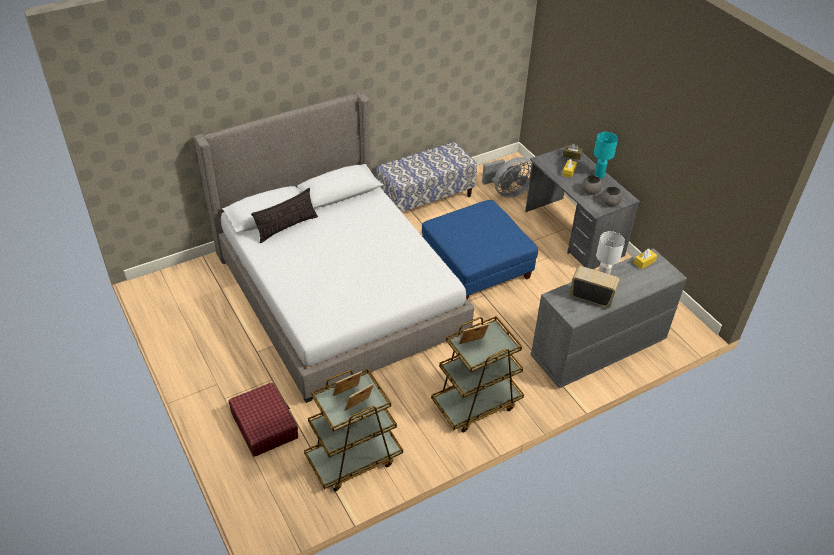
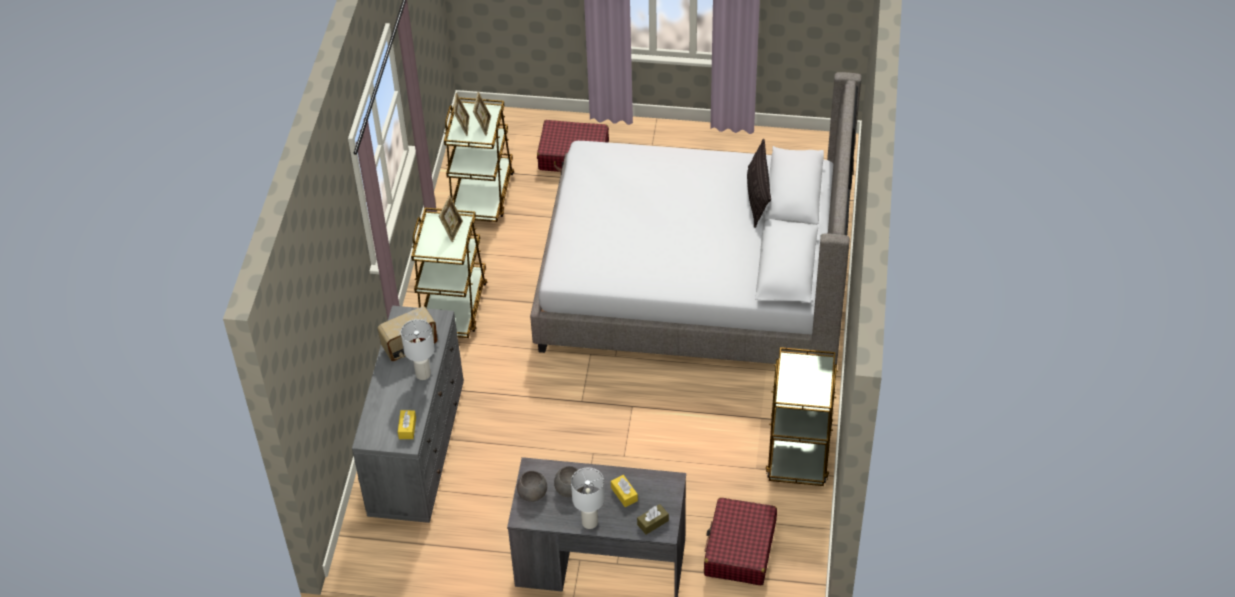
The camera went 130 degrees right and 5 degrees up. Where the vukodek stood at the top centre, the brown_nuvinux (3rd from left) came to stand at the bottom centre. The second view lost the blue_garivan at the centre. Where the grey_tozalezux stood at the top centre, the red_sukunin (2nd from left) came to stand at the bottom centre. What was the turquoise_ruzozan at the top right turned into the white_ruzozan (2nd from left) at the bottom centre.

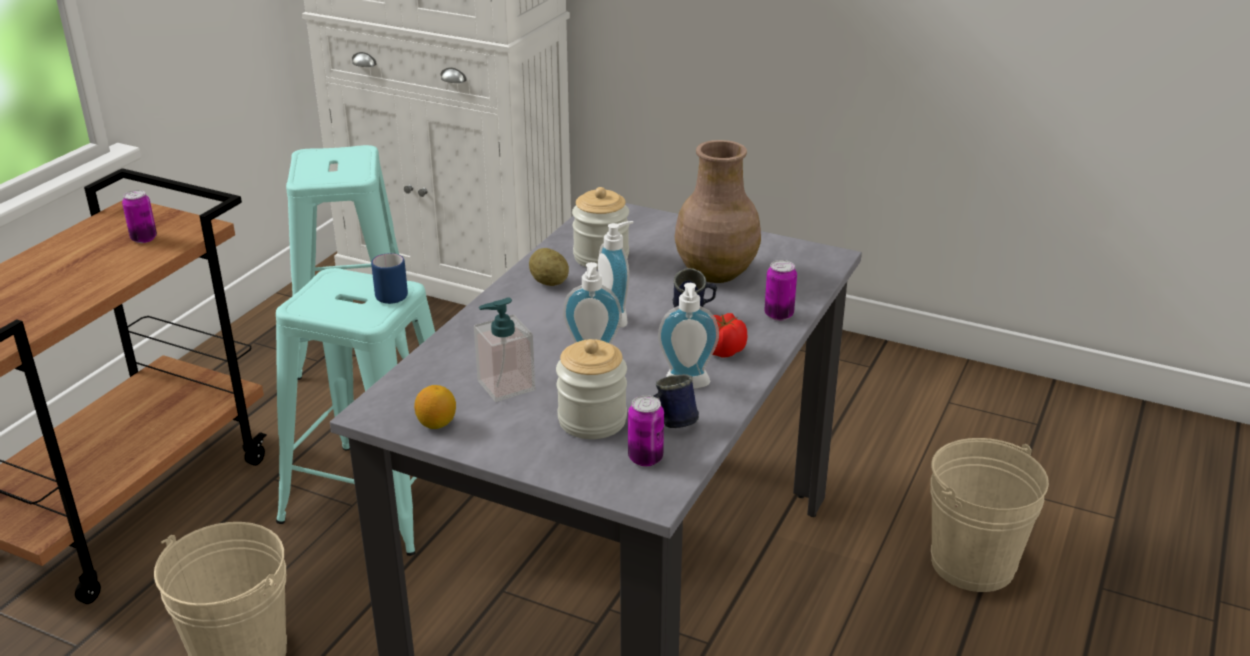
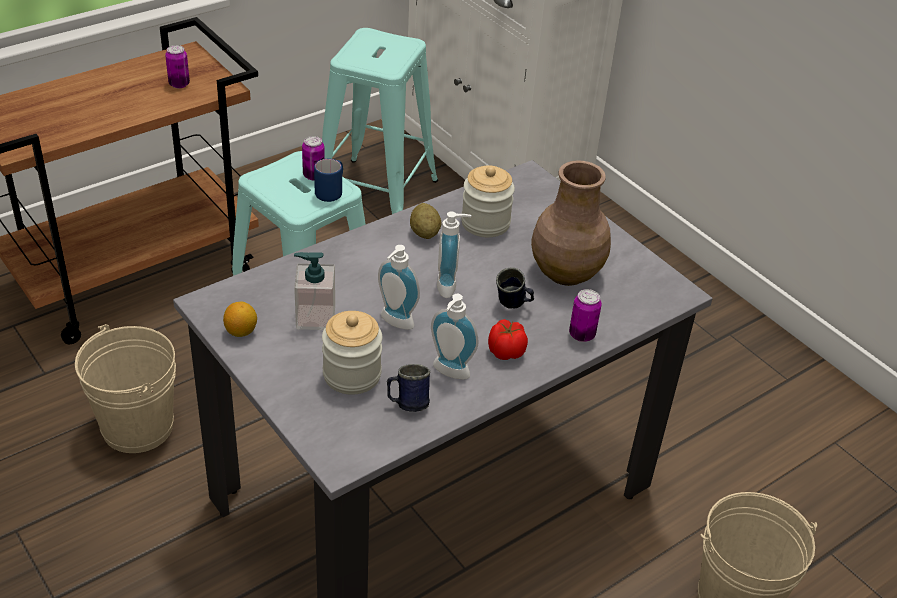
The camera went 25 degrees right and 10 degrees up. The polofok (2nd from left) ended up elsewhere, having gone from the centre to the top centre.

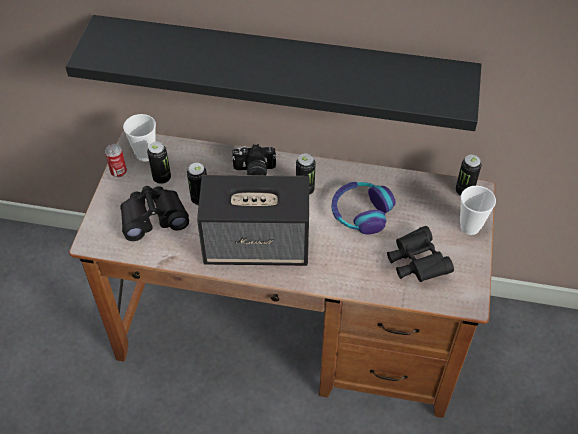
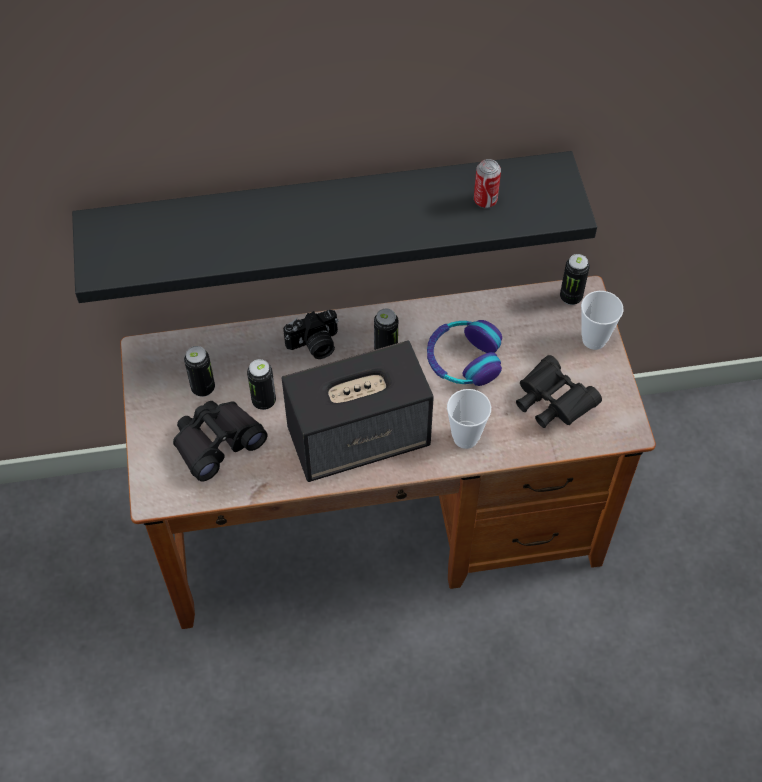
The camera went 20 degrees left and 5 degrees up. The polofok (1st from left in the first image) ended up elsewhere, having gone from the middle left to the top centre. The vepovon (1st from left) ended up elsewhere, having gone from the top left to the centre.

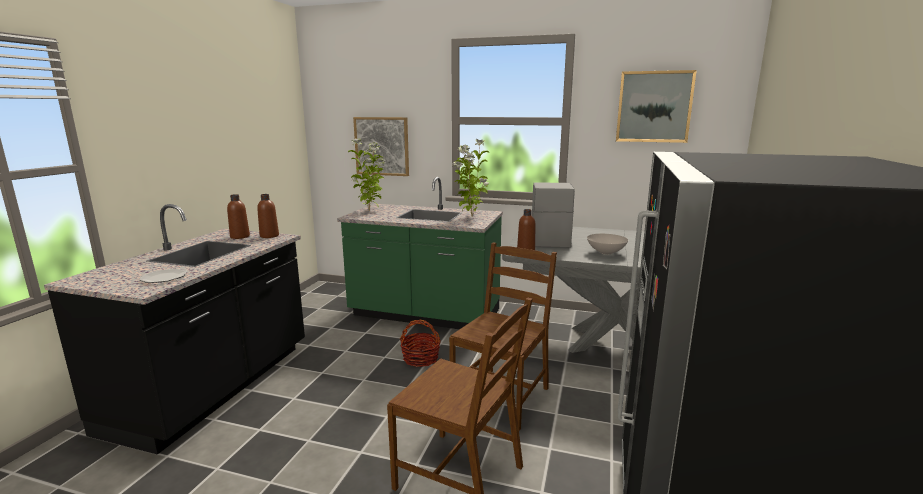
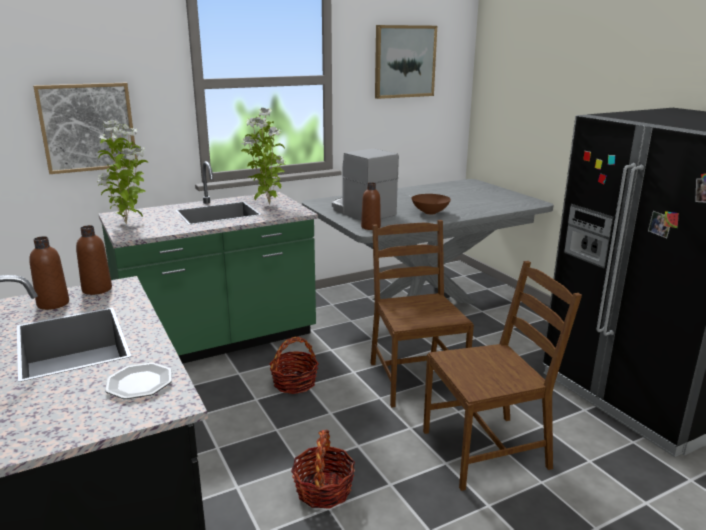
The camera went 45 degrees left and 5 degrees up. What was the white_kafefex at the centre turned into the brown_kafefex at the centre. The second view gained the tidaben (2nd from left) at the bottom centre.

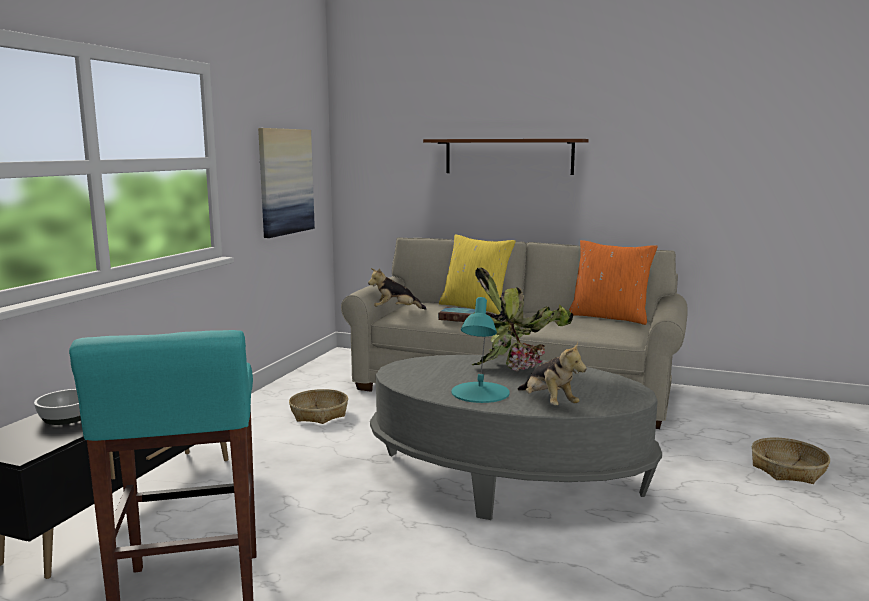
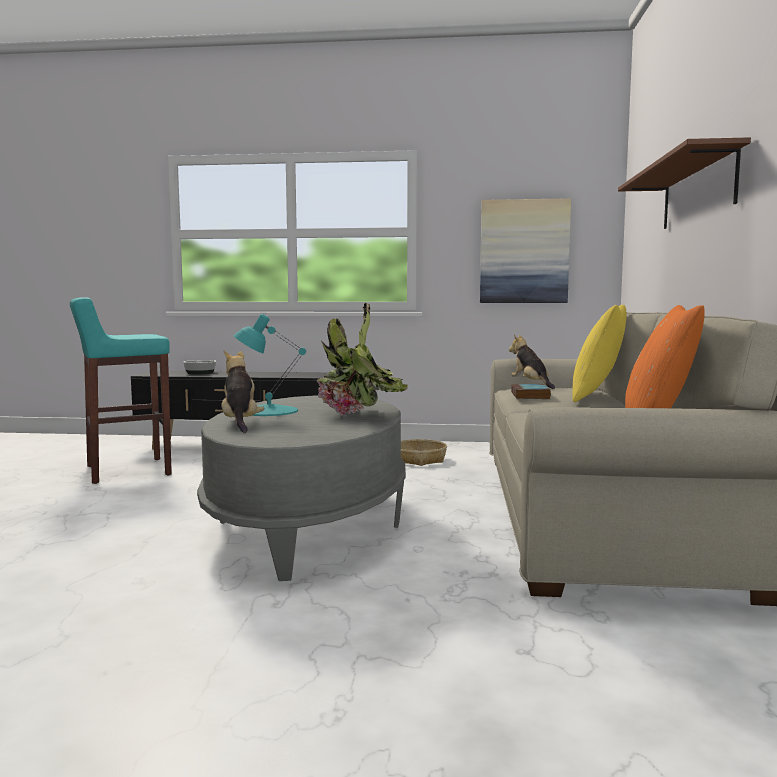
The camera went 75 degrees right and 5 degrees down. The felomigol (2nd from left in the first image) at the centre ended up facing another way, 120 degrees clockwise from before. The second view lost the tidaben (2nd from left) at the bottom right.

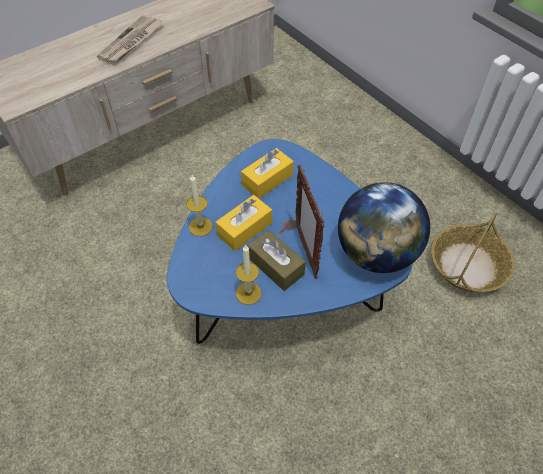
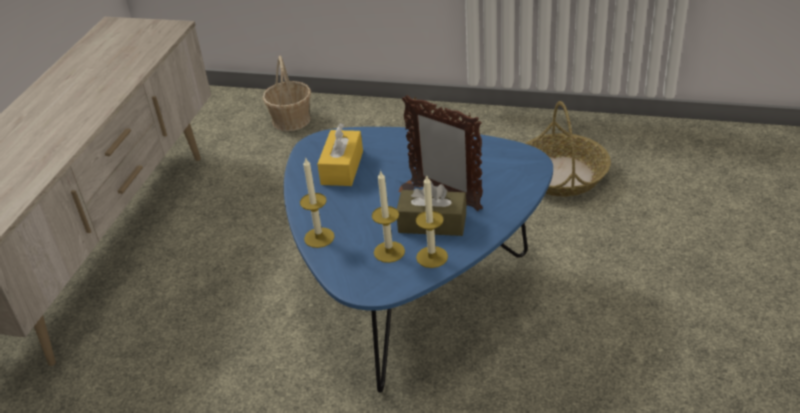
The camera went 35 degrees left and 15 degrees down. The second view lost the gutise at the top left. The second view lost the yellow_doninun (1st from left) at the centre. The second view lost the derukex at the middle right. The second view gained the tidaben (1st from left) at the top centre. The second view gained the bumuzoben (2nd from left) at the centre.

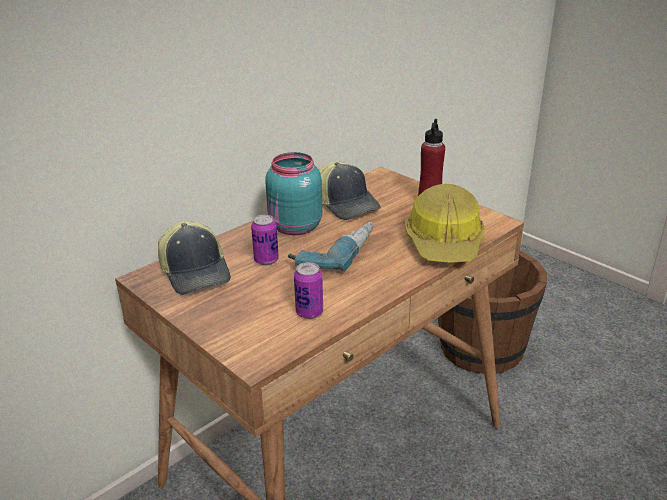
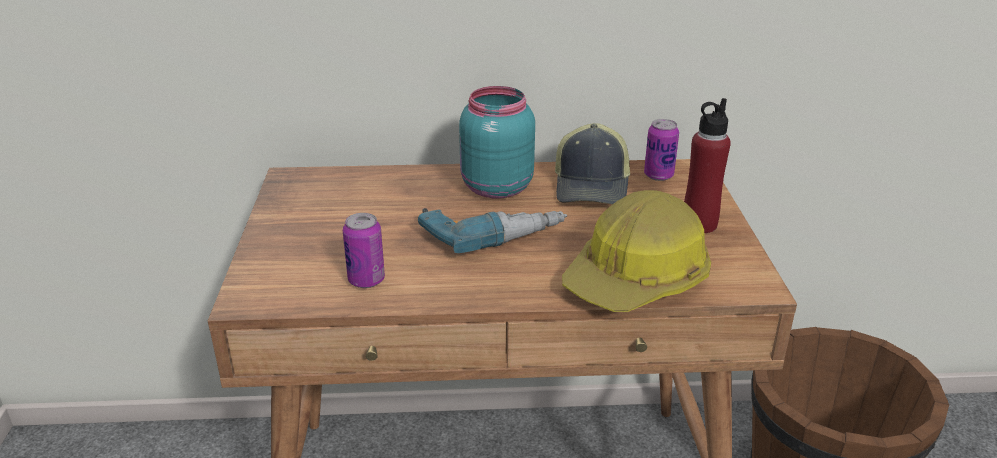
The camera went 40 degrees right and 0 degrees up. The second view lost the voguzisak (1st from left) at the middle left. The polofok (1st from left in the first image) ended up elsewhere, having gone from the centre to the top centre.

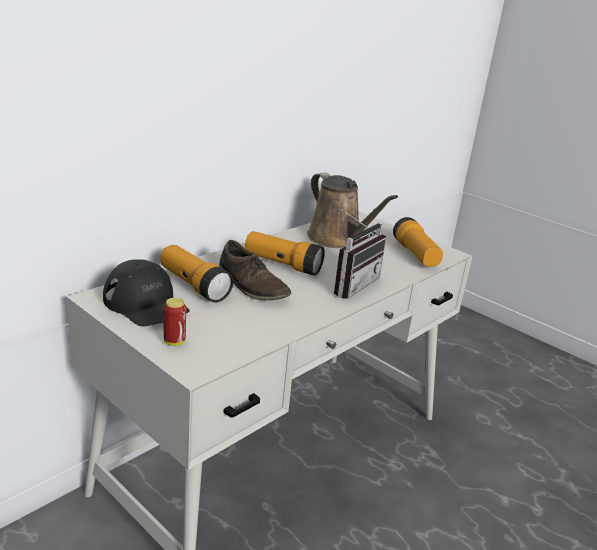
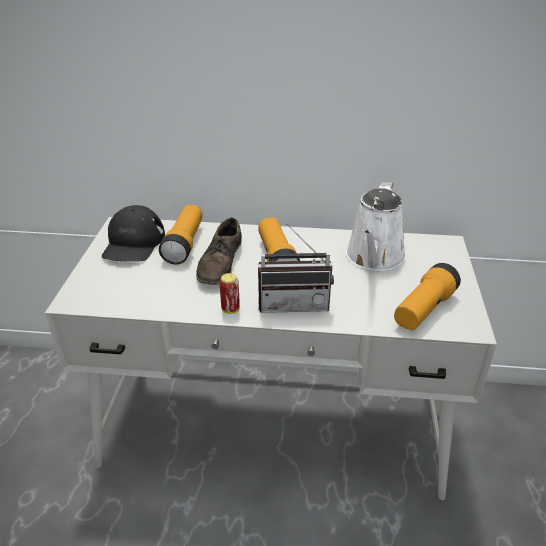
The camera went 55 degrees right and 10 degrees up. The polofok ended up elsewhere, having gone from the middle left to the centre. What was the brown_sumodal at the centre turned into the white_sumodal at the middle right.

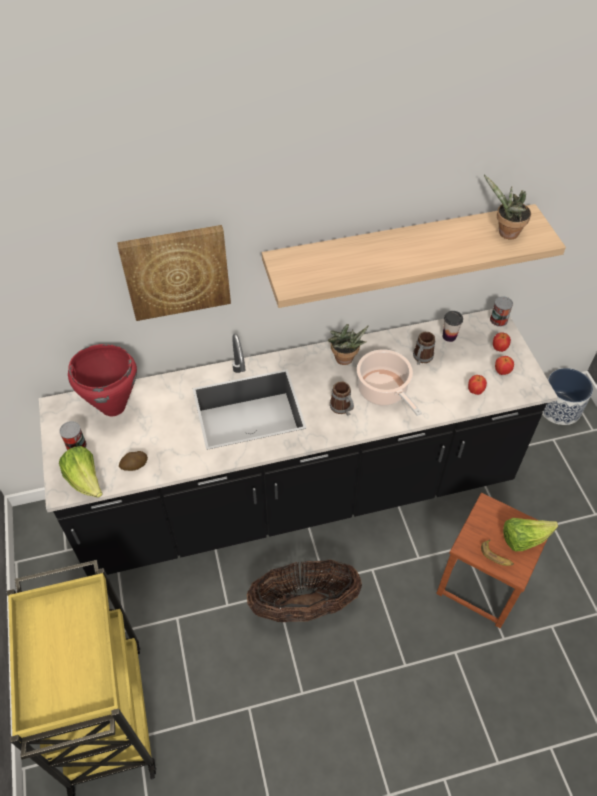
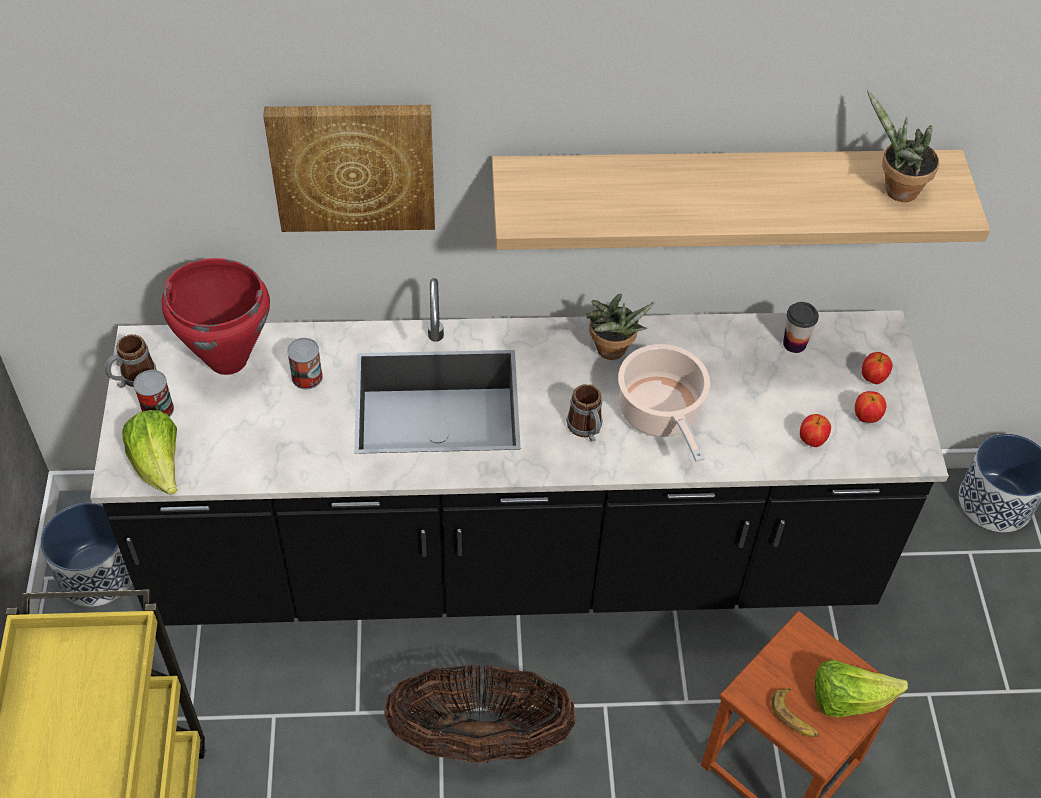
The camera went 10 degrees right and 0 degrees up. The second view lost the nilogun at the middle left. The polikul (2nd from left in the first image) ended up elsewhere, having gone from the middle right to the middle left. The polofok (2nd from left) ended up elsewhere, having gone from the middle right to the middle left. The second view gained the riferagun (1st from left) at the bottom left.

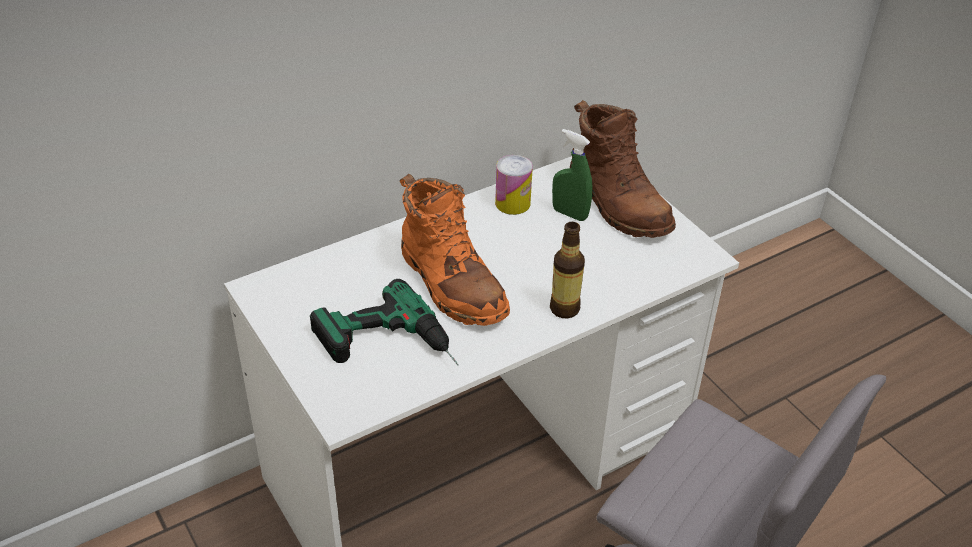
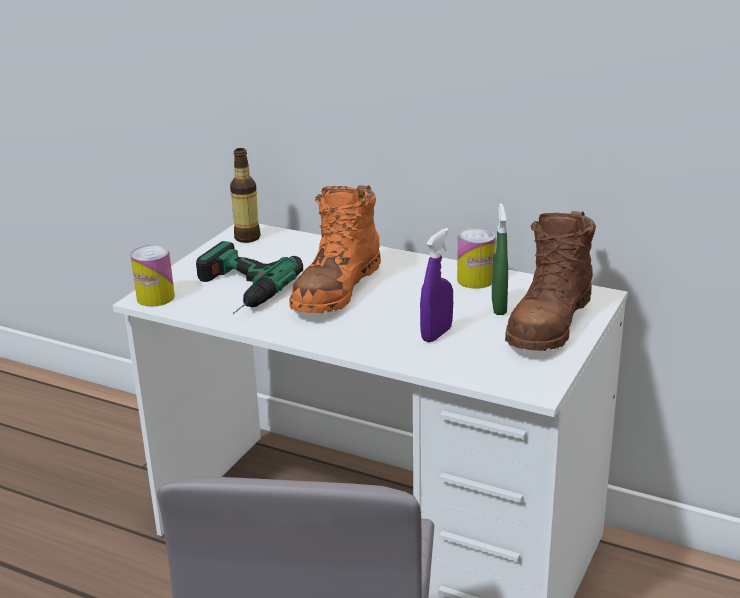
The camera went 60 degrees right and 15 degrees down. The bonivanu ended up elsewhere, having gone from the centre to the top left. The second view gained the polofok (1st from left) at the middle left. The second view gained the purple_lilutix at the centre.

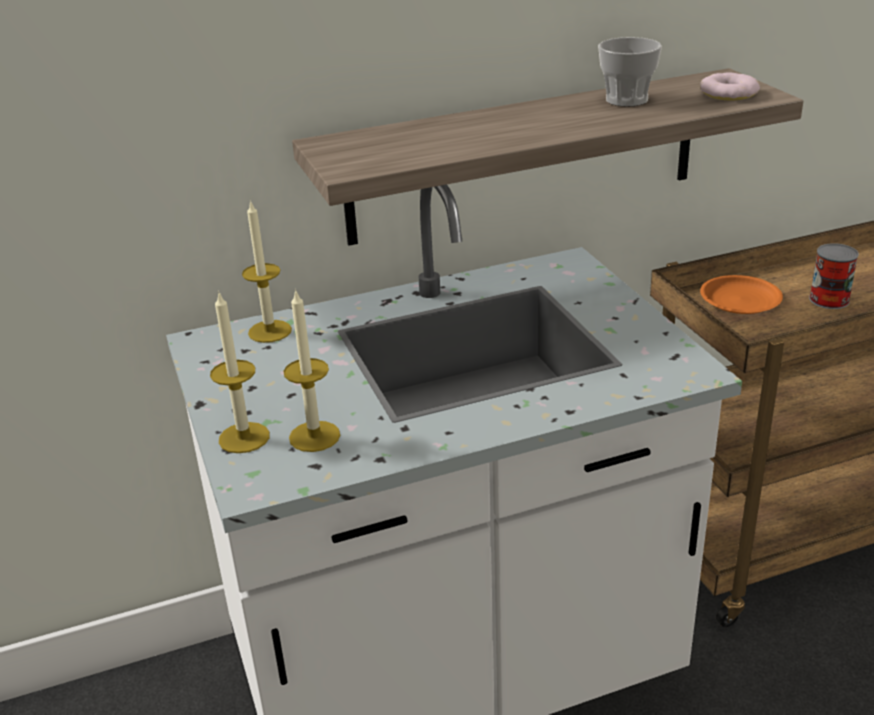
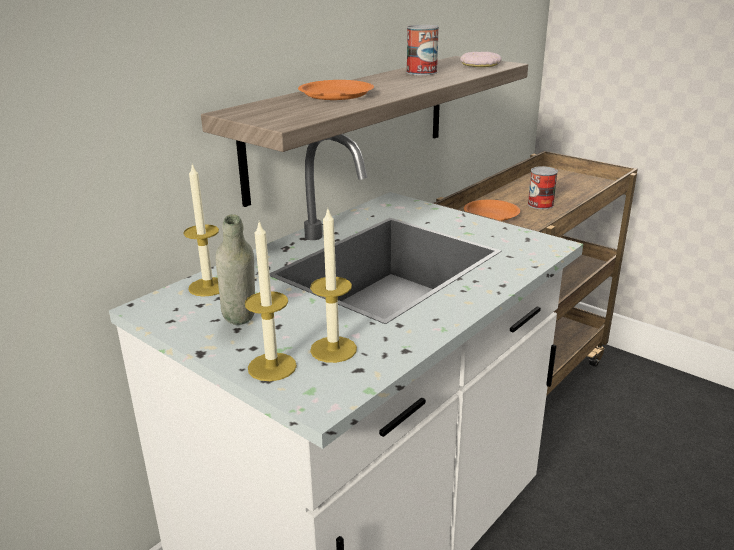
The camera went 30 degrees left and 5 degrees down. Where the vepovon stood at the top right, the polofok (1st from left) came to stand at the top centre. The second view gained the grey_bonivanu at the middle left. The second view gained the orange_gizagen (1st from left) at the top centre.

